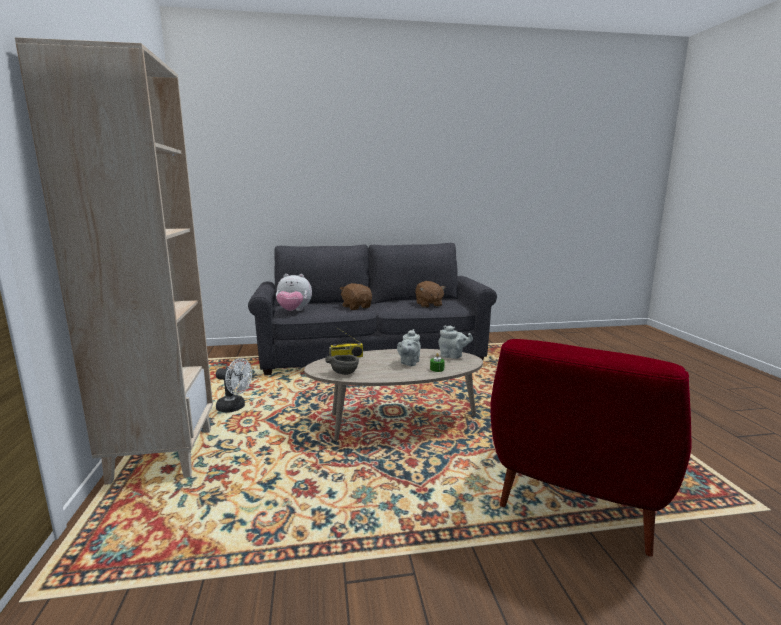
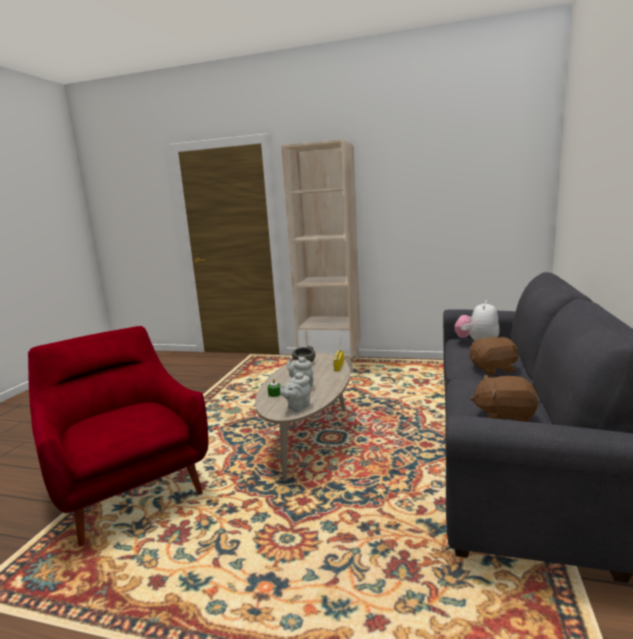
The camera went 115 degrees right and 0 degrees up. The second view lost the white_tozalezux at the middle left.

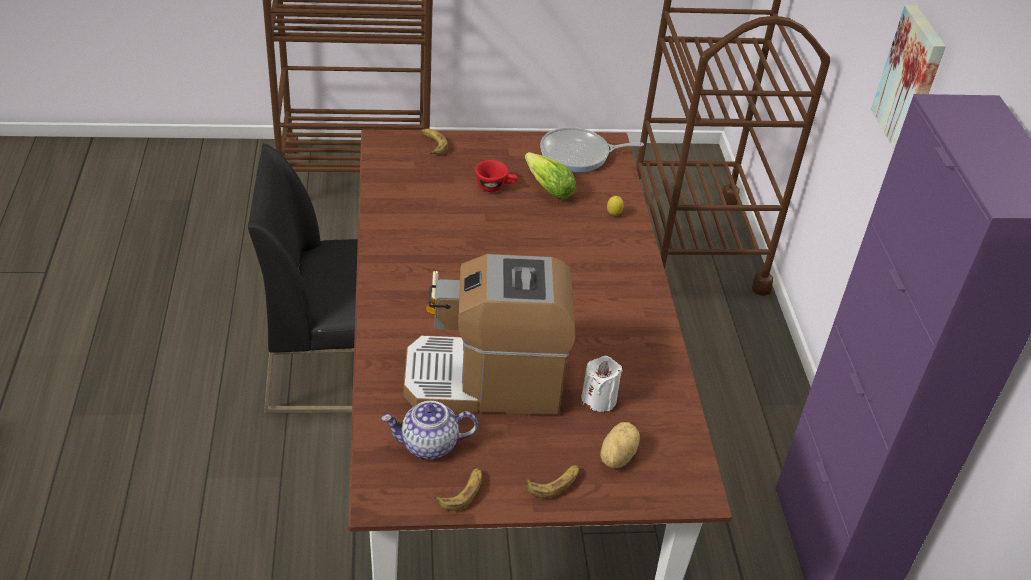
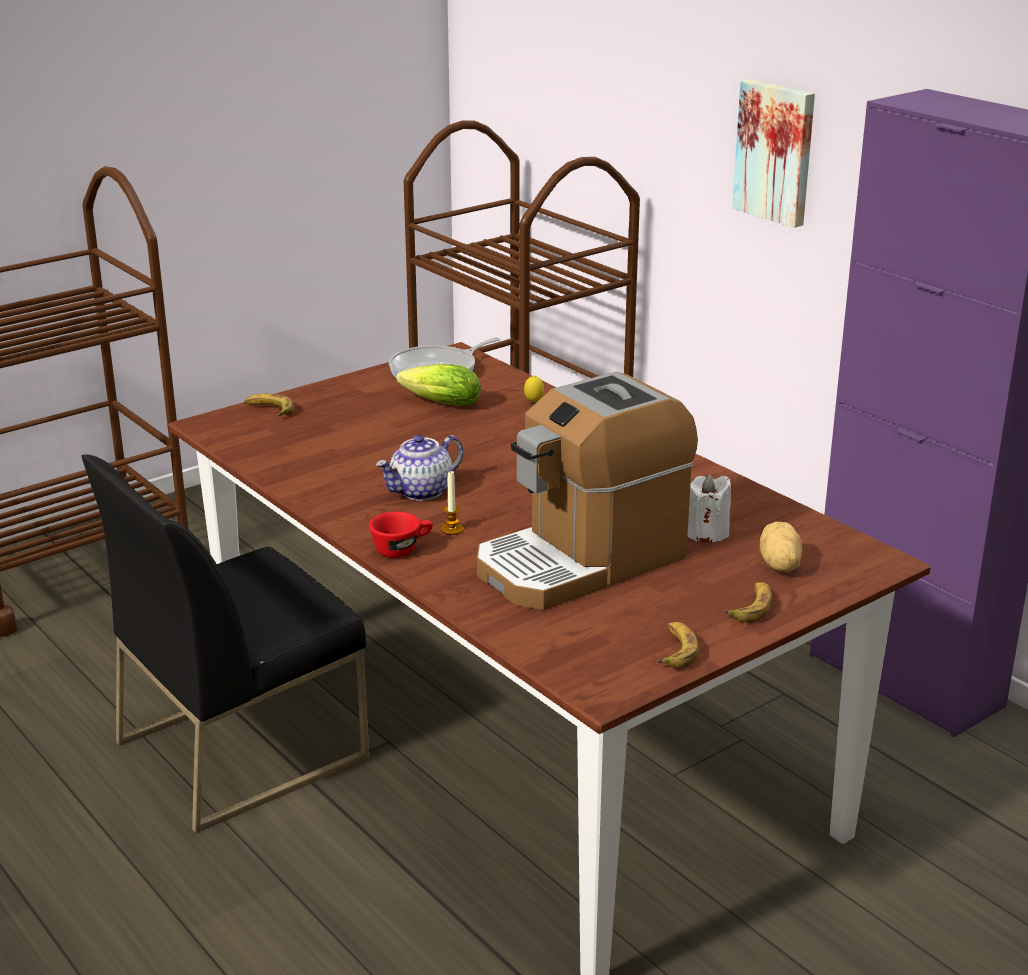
The camera went 30 degrees left and 15 degrees down. The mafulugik ended up elsewhere, having gone from the bottom centre to the centre. The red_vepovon ended up elsewhere, having gone from the top centre to the centre.

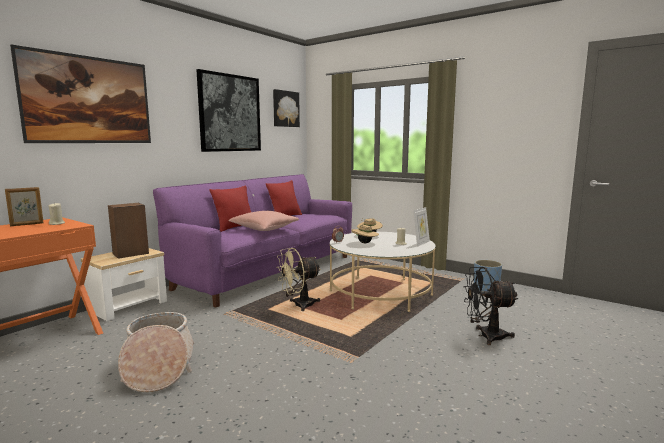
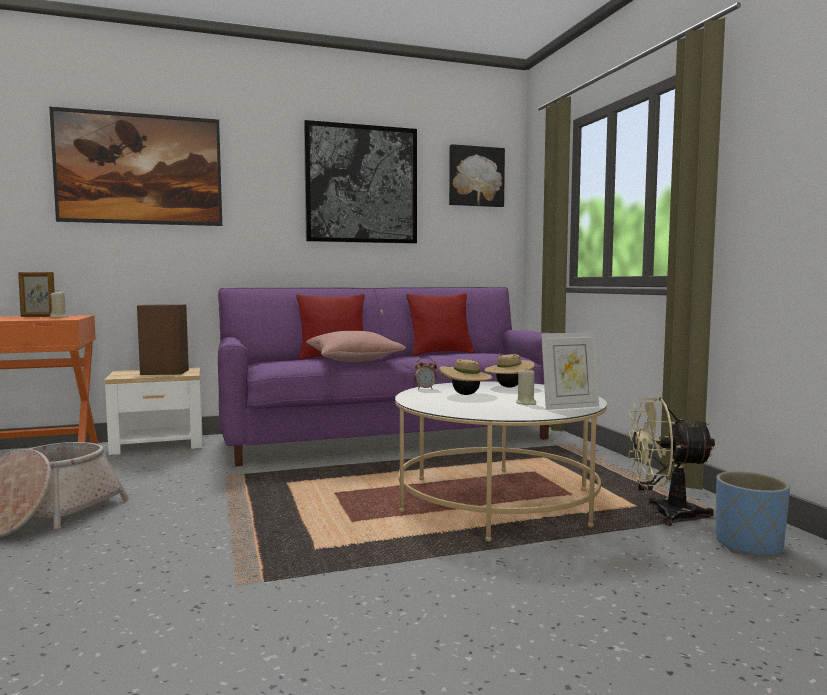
The camera went 35 degrees right and 5 degrees down. The beige_tozalezux ended up elsewhere, having gone from the centre to the middle right. The second view lost the black_tozalezux at the bottom right.

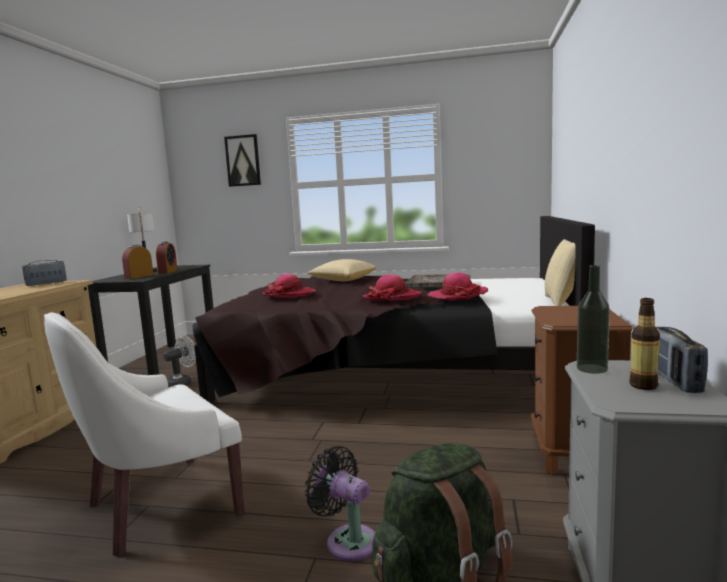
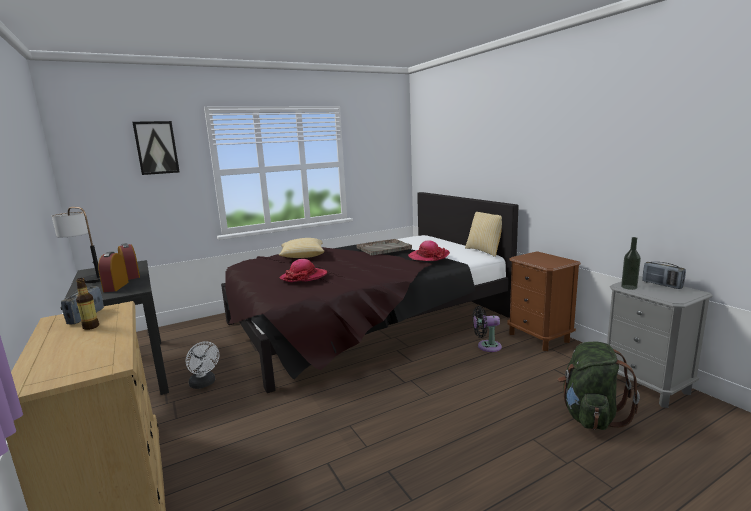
The camera went 40 degrees left and 5 degrees up. The second view lost the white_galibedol at the bottom left. The white_tozalezux at the middle left ended up facing another way, 135 degrees clockwise from before. The black_tozalezux ended up elsewhere, having gone from the bottom centre to the centre. The second view lost the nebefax (2nd from left) at the centre. The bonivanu (2nd from left in the first image) ended up elsewhere, having gone from the middle right to the middle left.

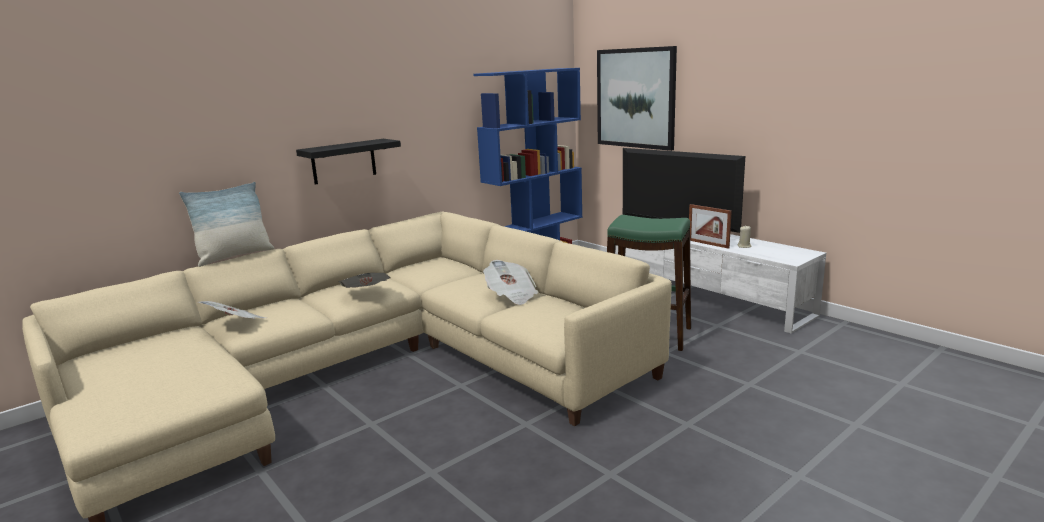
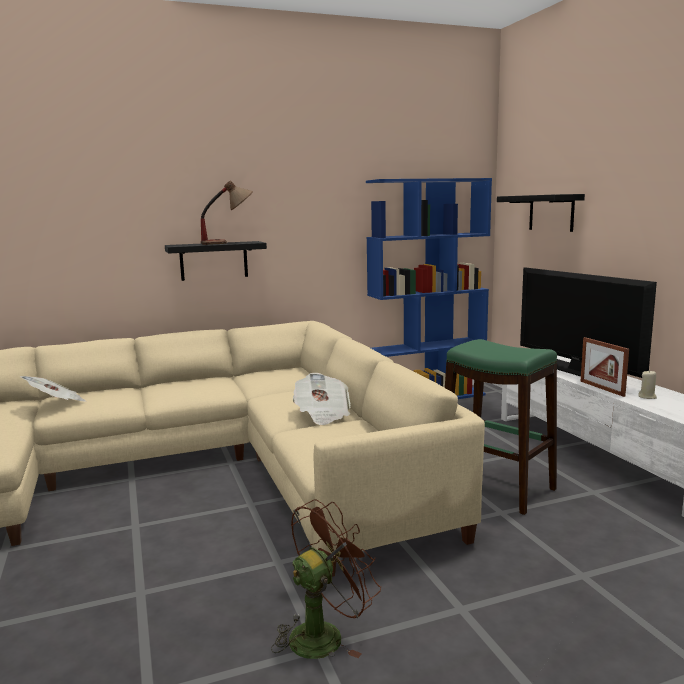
The camera went 20 degrees right and 5 degrees down. The second view lost the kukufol at the middle left. The second view lost the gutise (2nd from left) at the centre. Where the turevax hung at the top centre, the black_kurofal (2nd from left) came to hang at the top right. The second view gained the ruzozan at the top left. The second view gained the brown_tozalezux at the bottom centre.

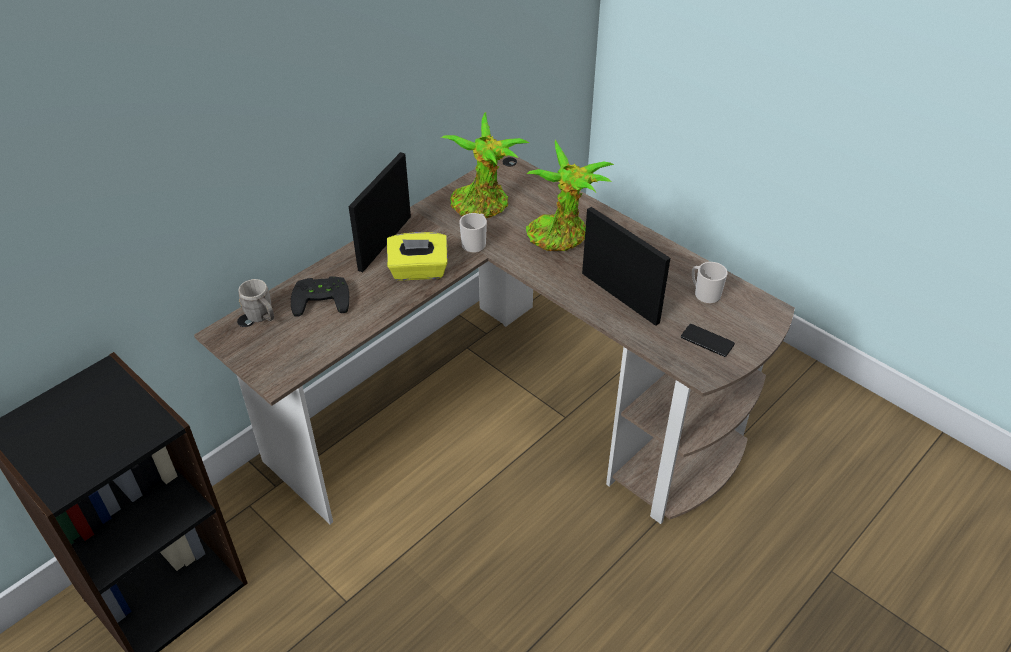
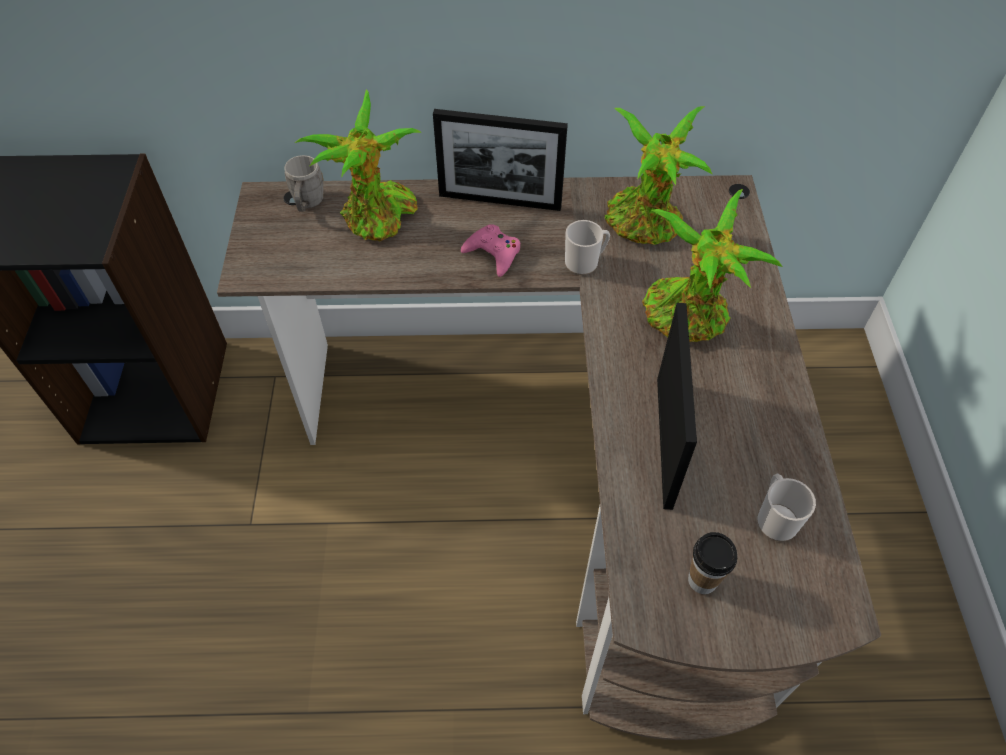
The camera went 45 degrees right and 10 degrees up. Where the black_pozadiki stood at the middle left, the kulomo (1st from left) came to stand at the top centre. The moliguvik (1st from left) at the top centre ended up facing another way, 150 degrees counterclockwise from before. Where the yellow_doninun stood at the centre, the pink_pozadiki came to stand at the top centre. Where the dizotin stood at the middle right, the vepovon came to stand at the bottom right.

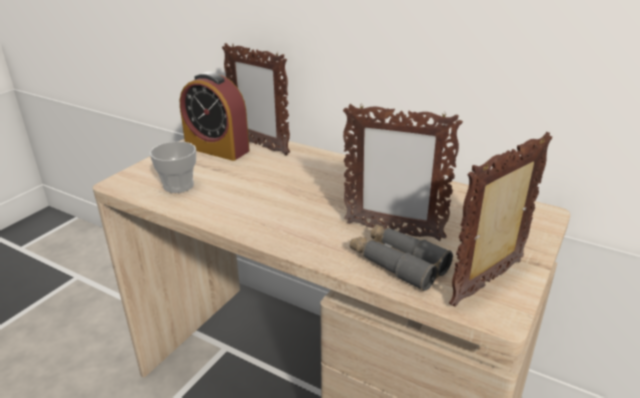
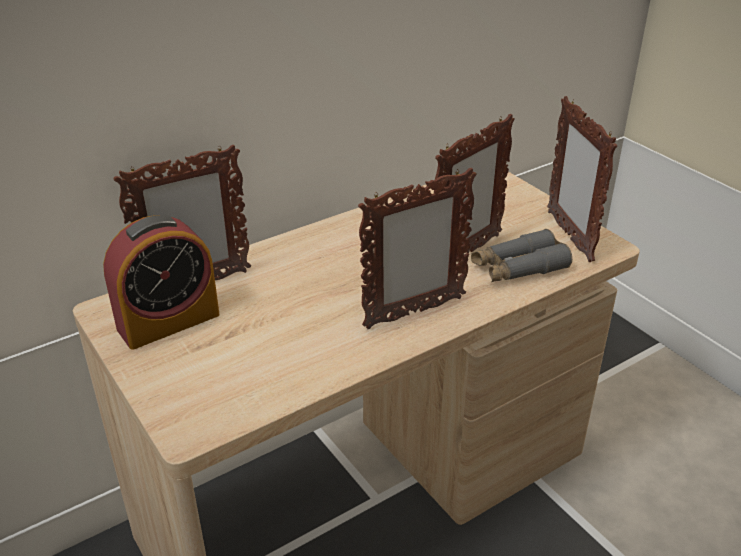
The camera went 65 degrees left and 5 degrees up. The second view lost the vepovon at the middle left. The second view gained the moliguvik (2nd from left) at the centre.

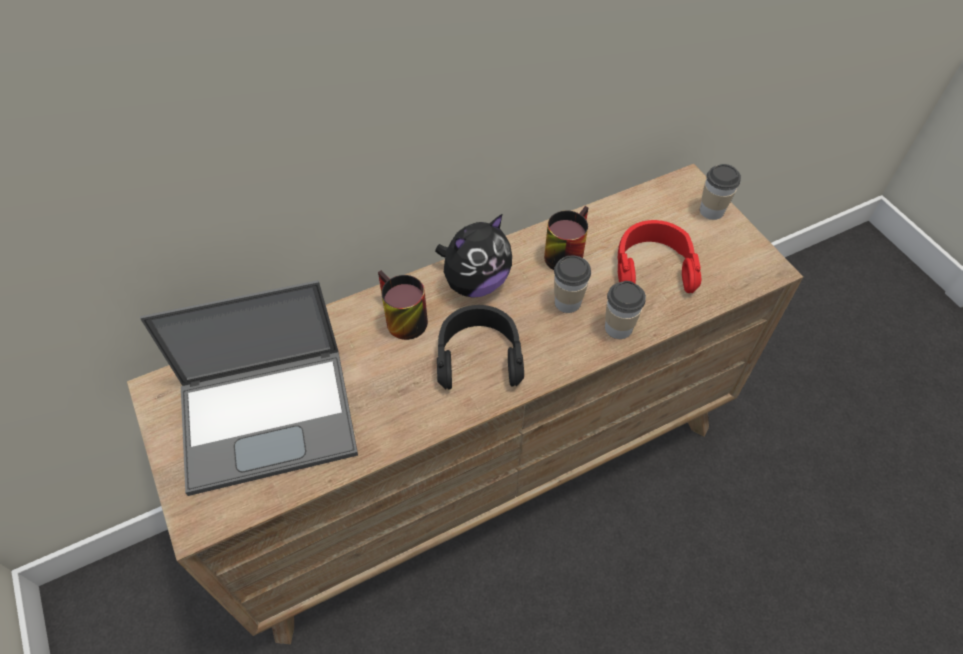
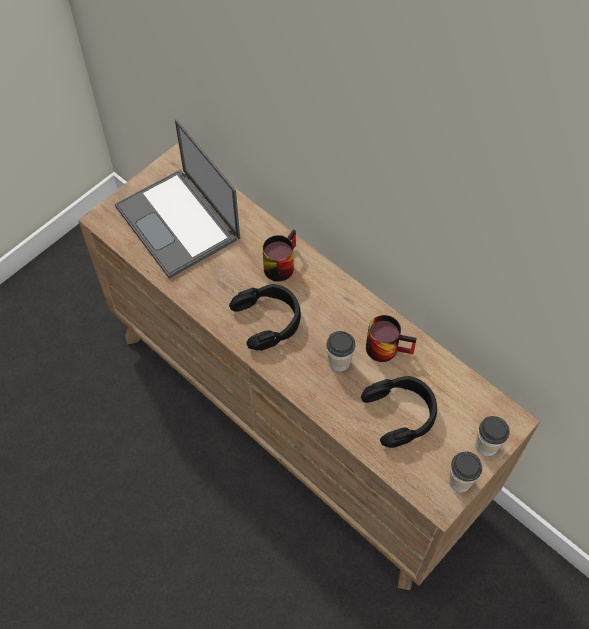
The camera went 70 degrees right and 5 degrees up. The second view lost the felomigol at the centre. The vepovon (2nd from left) ended up elsewhere, having gone from the centre to the bottom right. What was the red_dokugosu at the middle right turned into the black_dokugosu (2nd from left) at the middle right.

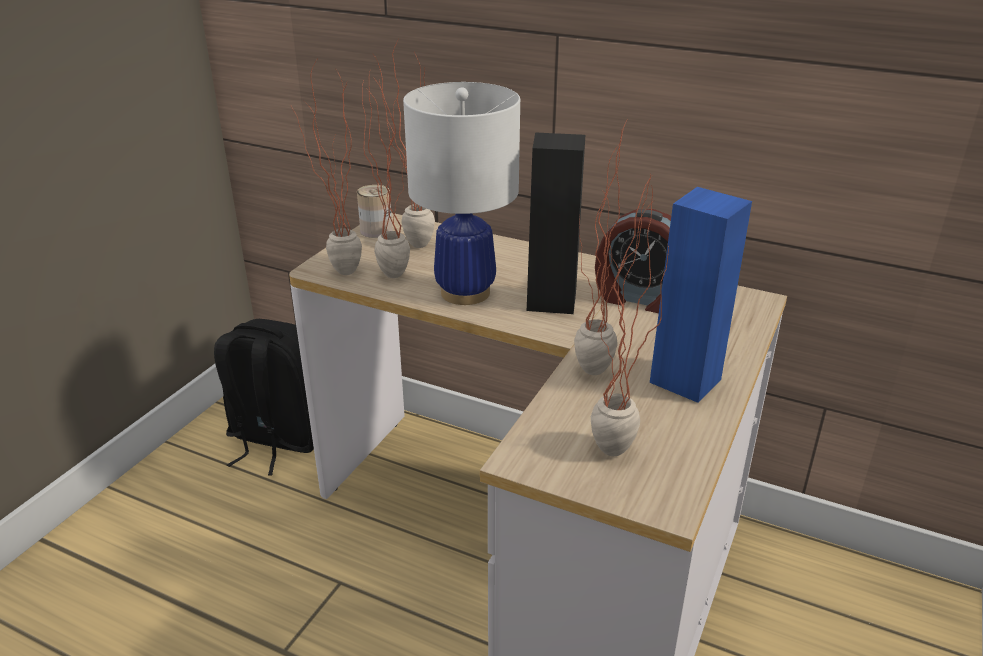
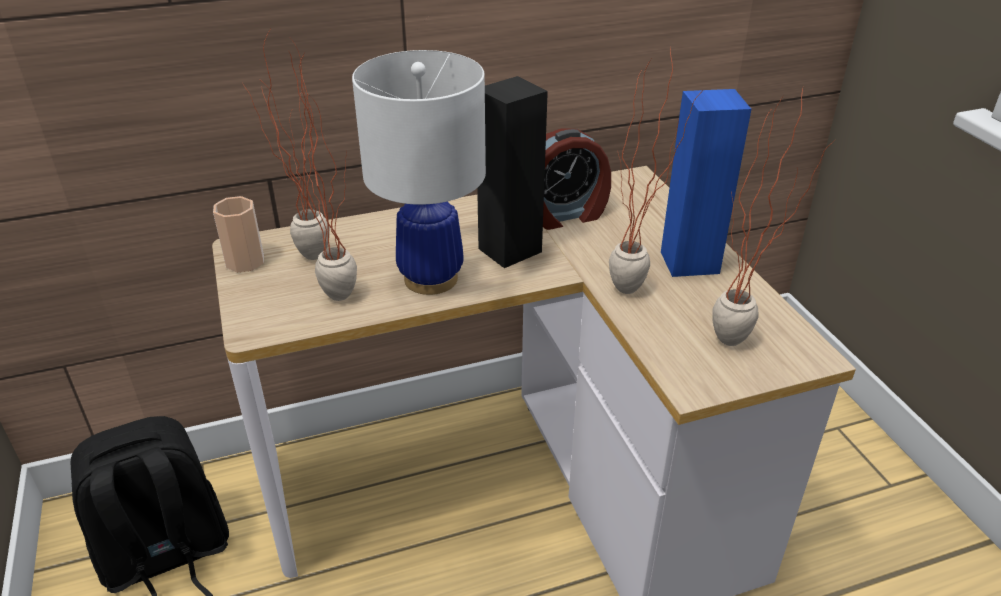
The camera went 45 degrees left and 5 degrees up. The second view lost the kulomo (1st from left) at the top left. Where the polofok stood at the top centre, the vepovon came to stand at the middle left.

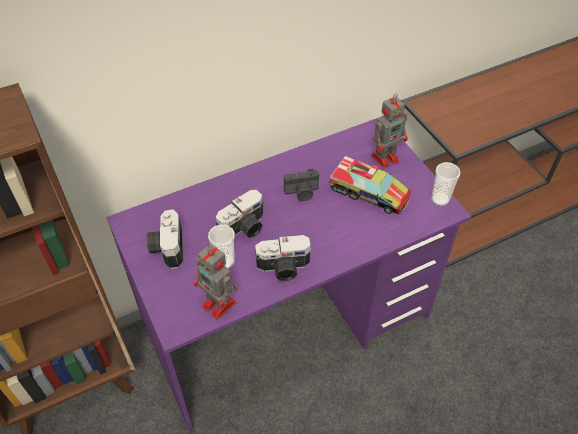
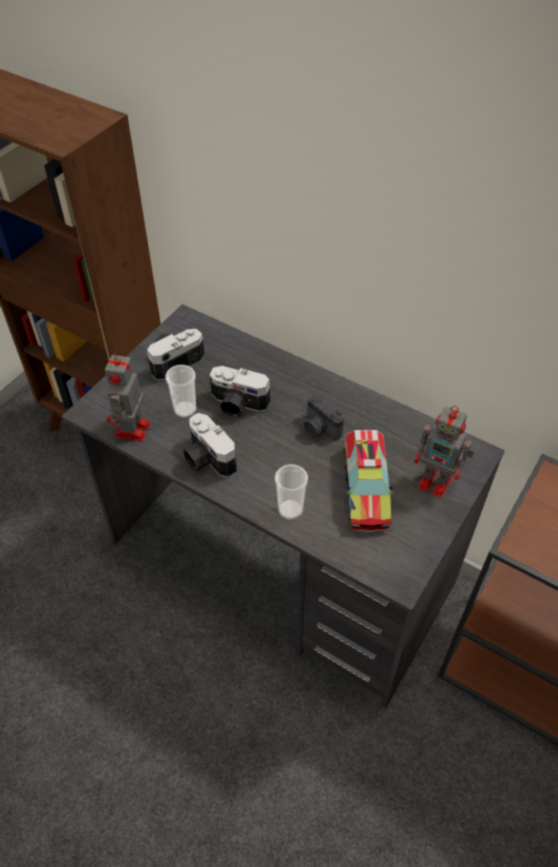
The camera went 60 degrees right and 0 degrees up. What was the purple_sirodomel at the centre turned into the grey_sirodomel at the centre. The vepovon (2nd from left) ended up elsewhere, having gone from the middle right to the centre.

